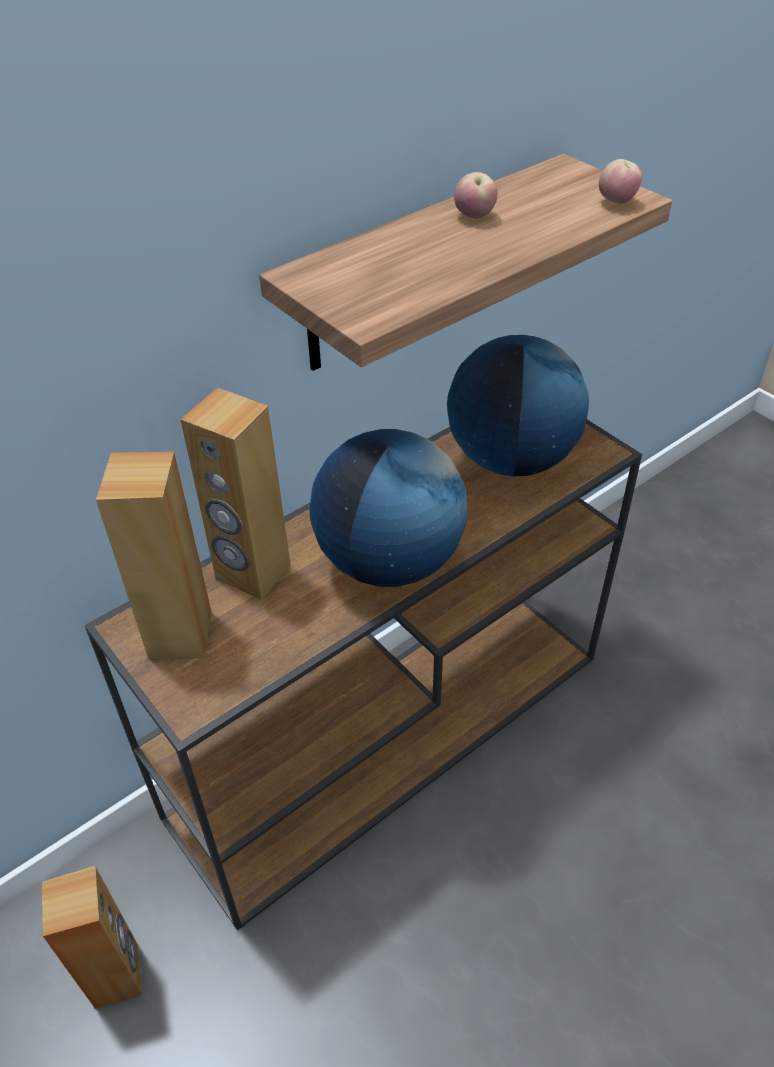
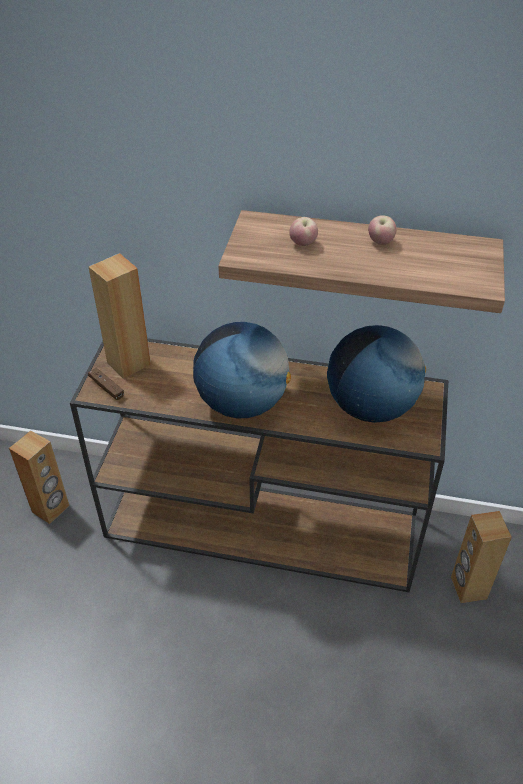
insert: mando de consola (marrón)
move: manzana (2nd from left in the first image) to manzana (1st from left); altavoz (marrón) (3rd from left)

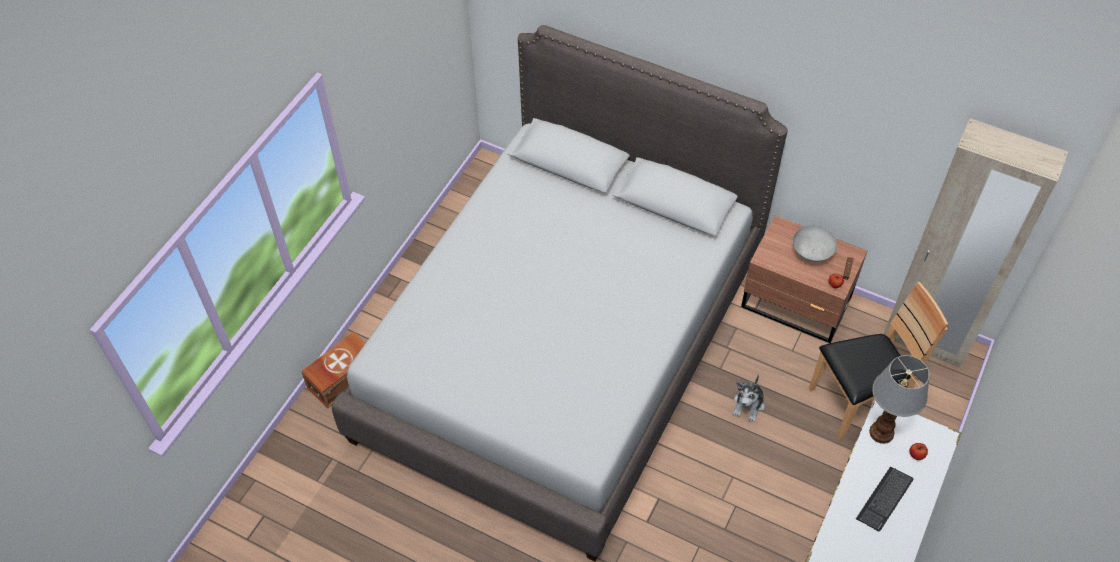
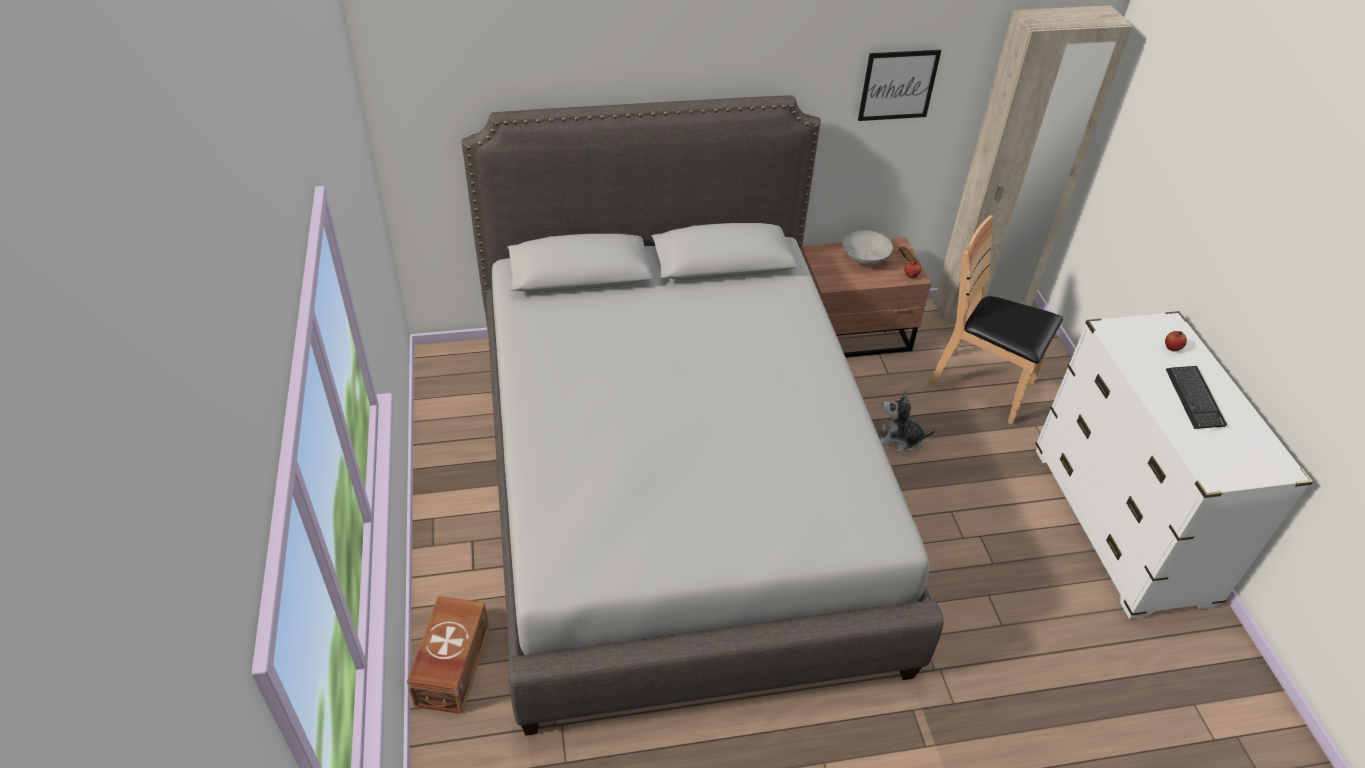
delete: lámpara de mesa
insert: cuadro
rotate: silla (marrón) 90 degrees counterclockwise; peluche 120 degrees clockwise

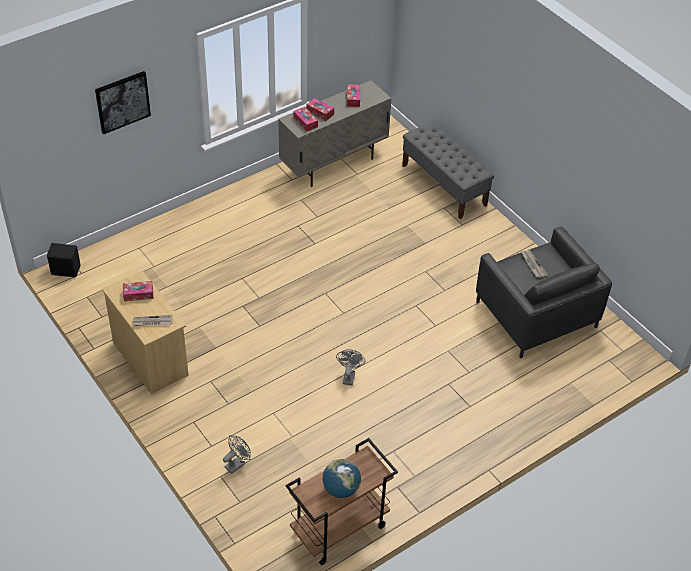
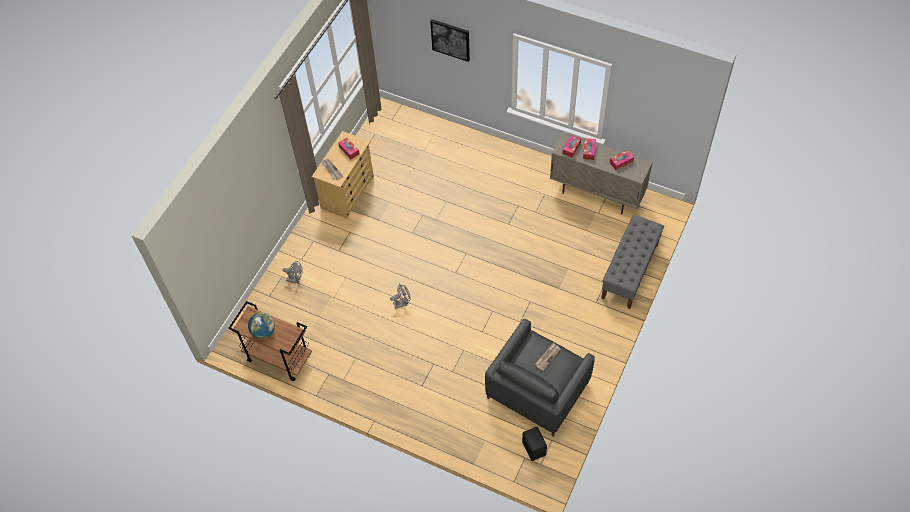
move: altavoz (negro)

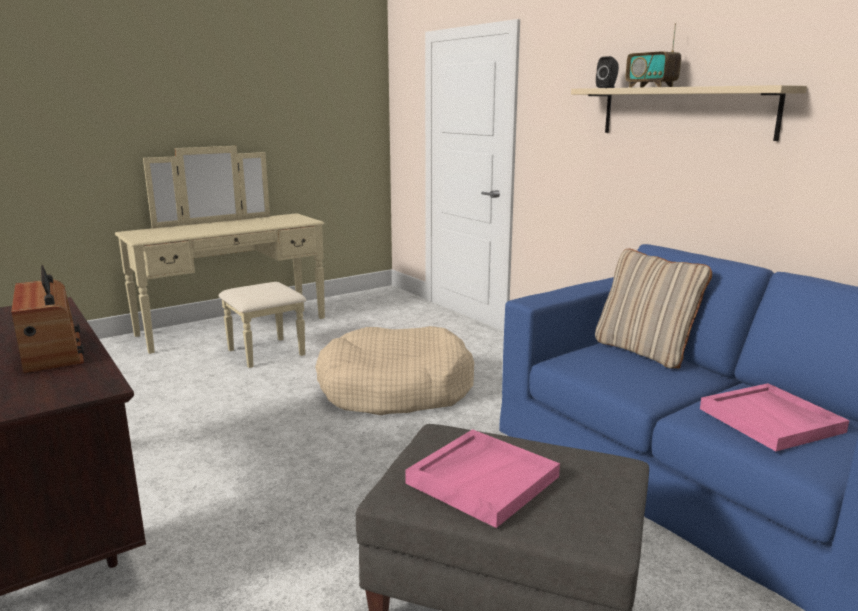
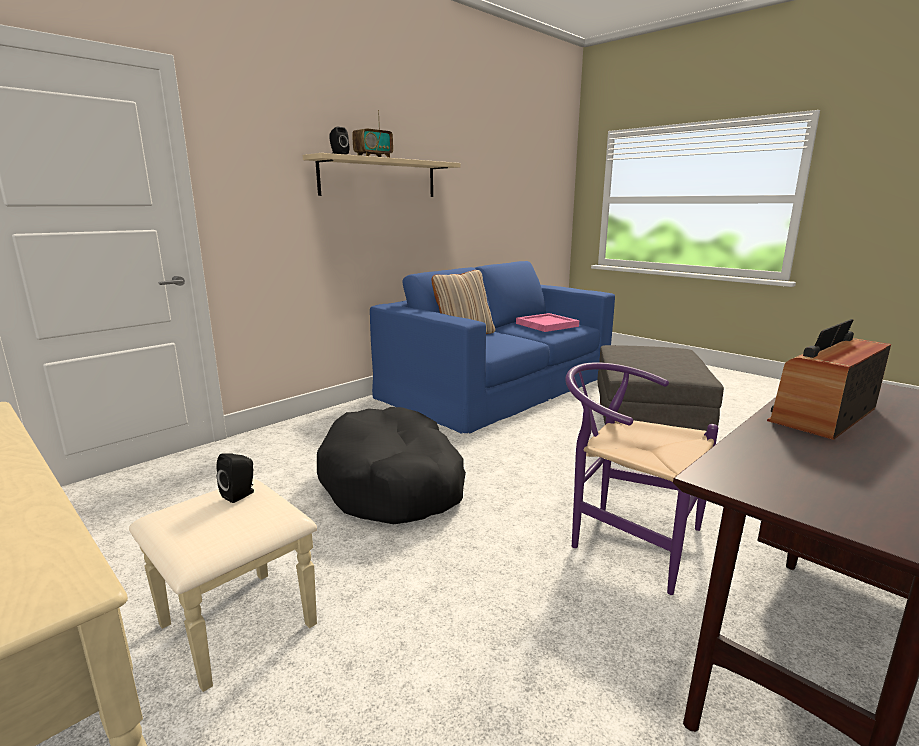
delete: bandeja (rosa) (1st from left)
insert: silla (morado); altavoz (negro) (1st from left)
recolor: cama para perro (beis) to cama para perro (negro)

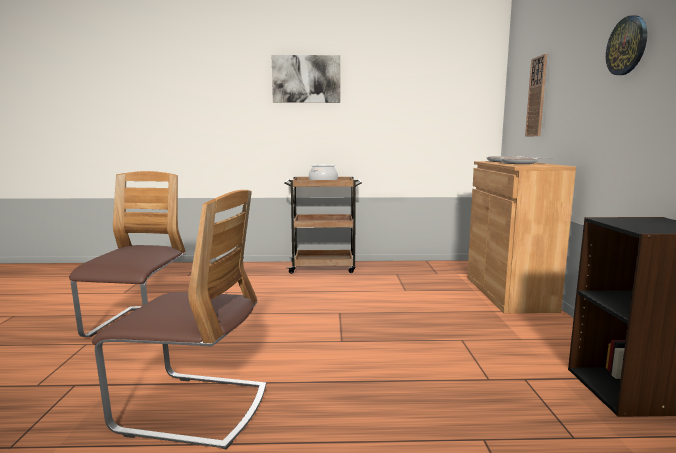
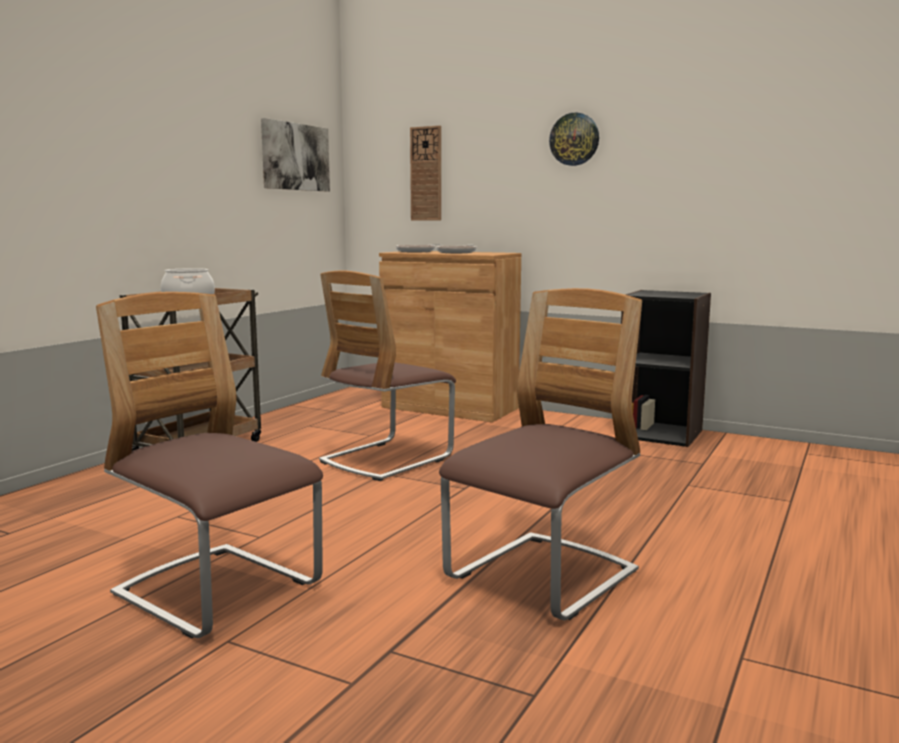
insert: silla (2nd from left)
move: cuadro

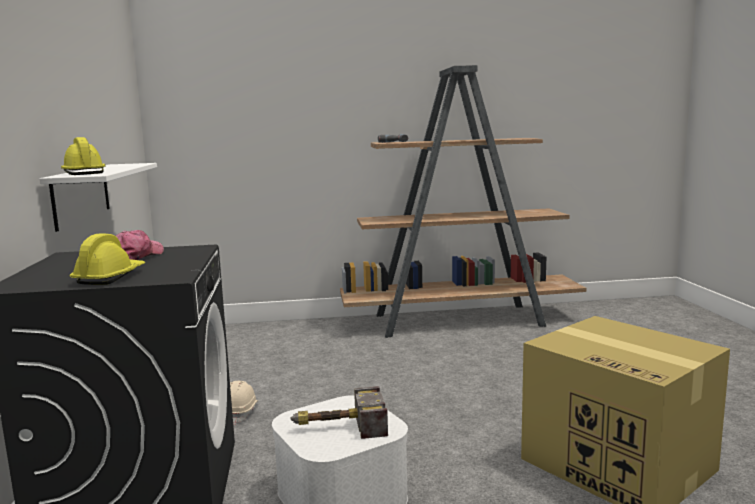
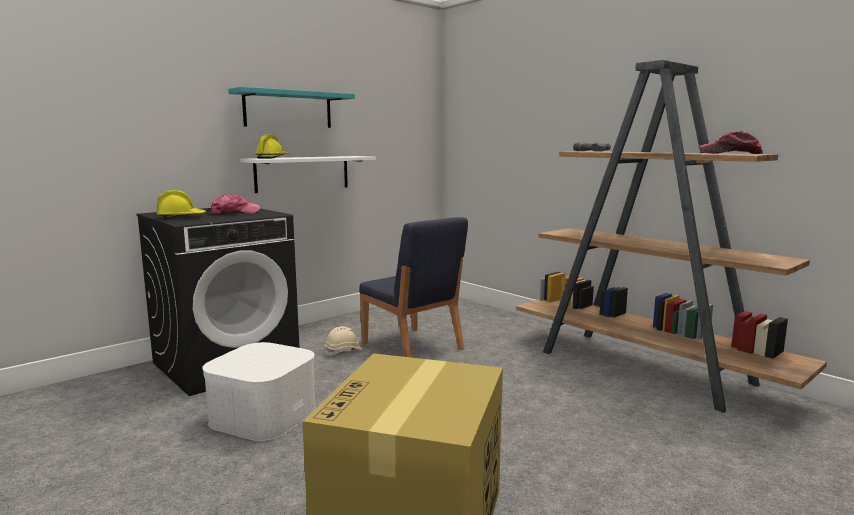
delete: martillo
insert: estante (turquesa); gorra (2nd from left); silla (azul)

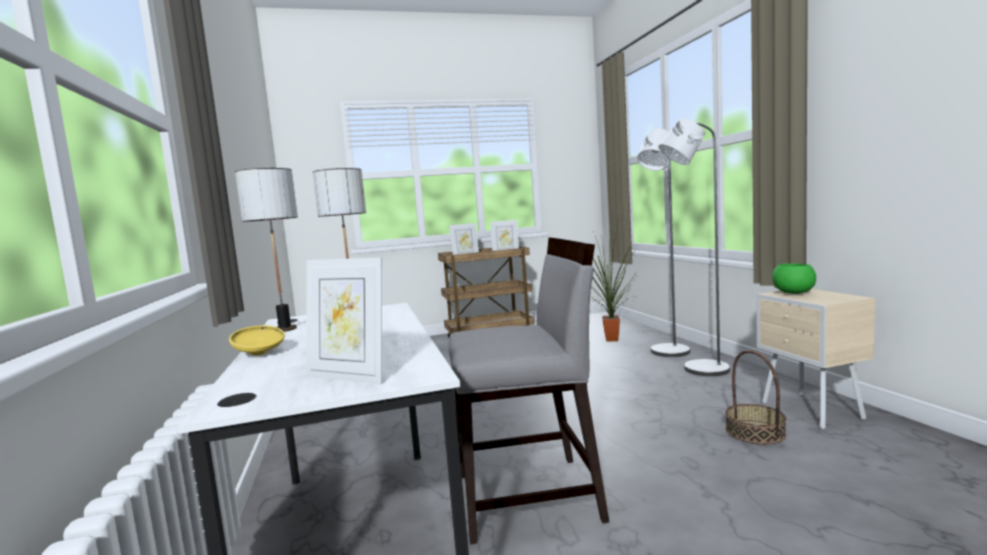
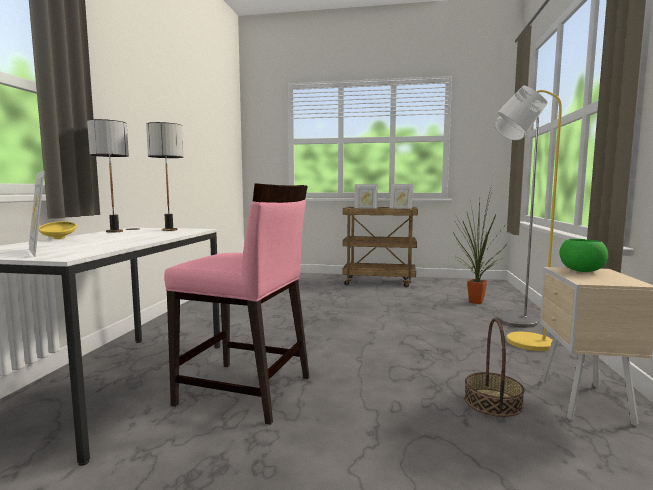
recolor: lámpara de pie (gris) (2nd from left) to lámpara de pie (amarillo); silla (gris) to silla (rosa)

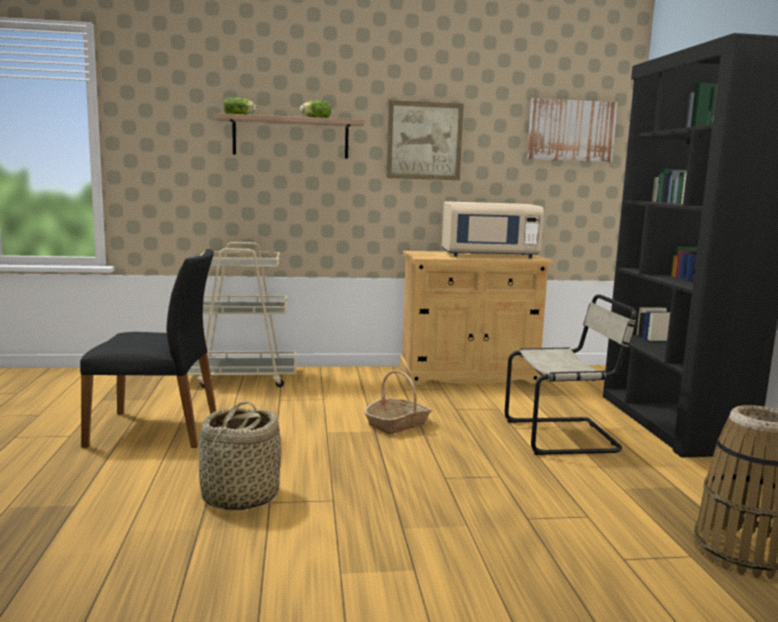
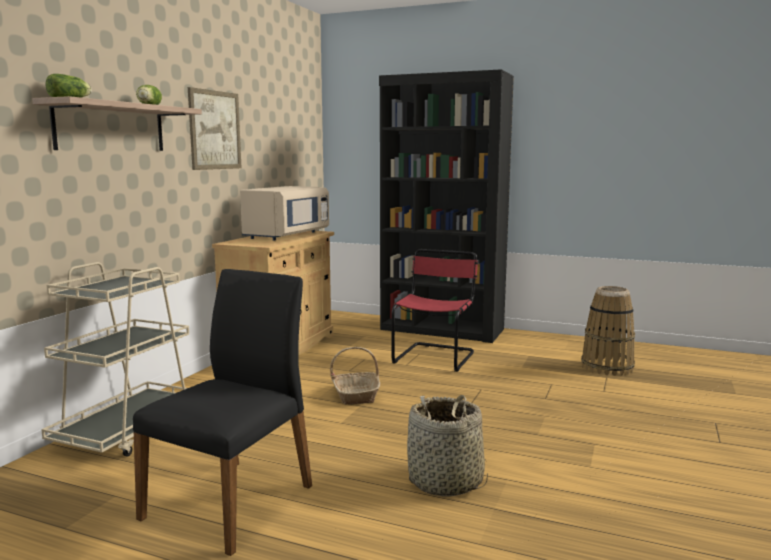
delete: cuadro (2nd from left)
recolor: silla (beis) to silla (rojo)

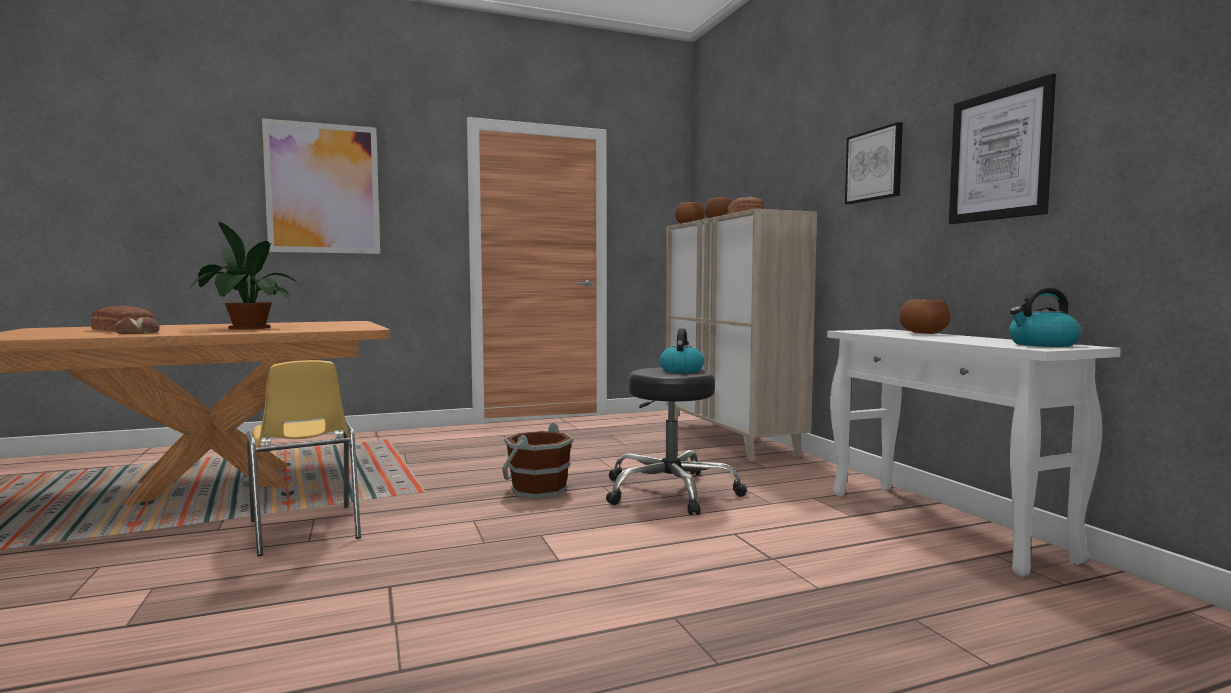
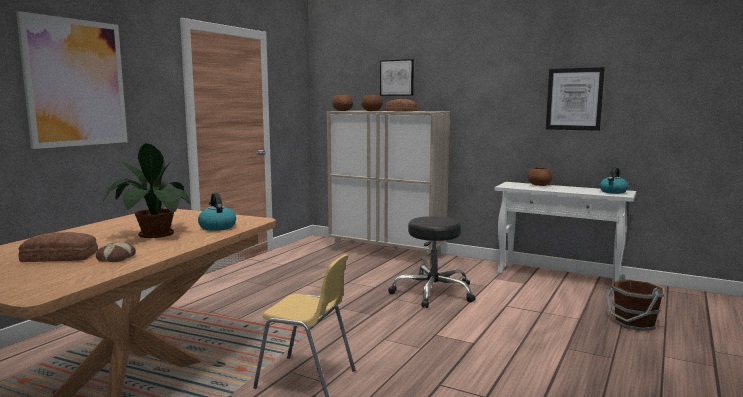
move: cuadro (2nd from left); hervidor (1st from left); cubo (marrón)

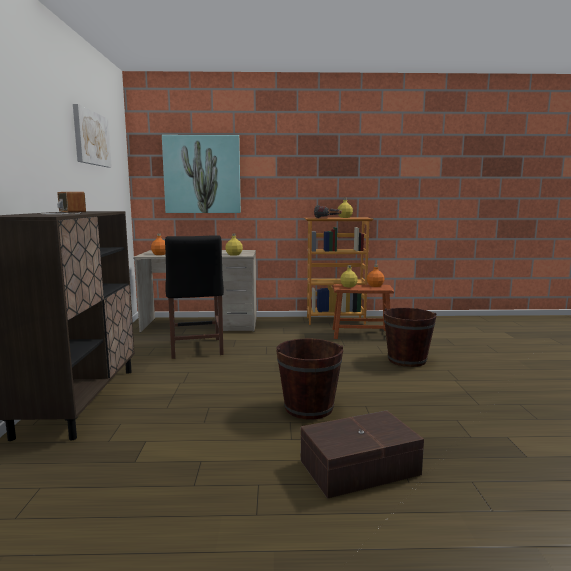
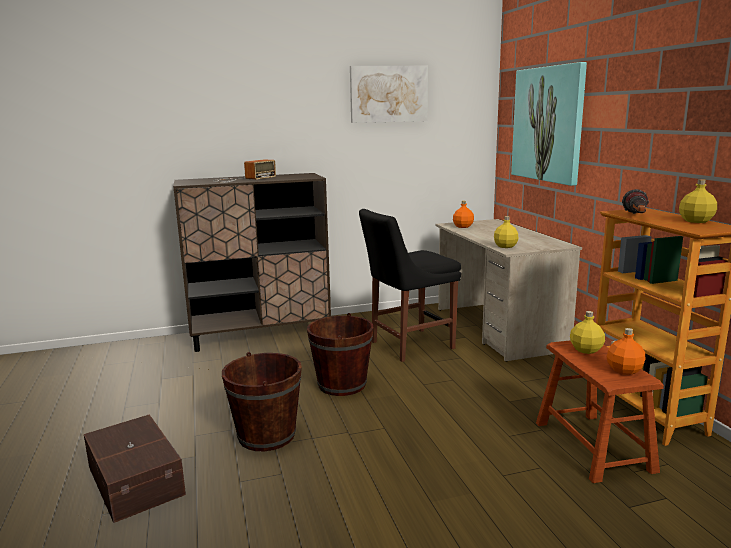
move: cubo (marrón) (2nd from left)

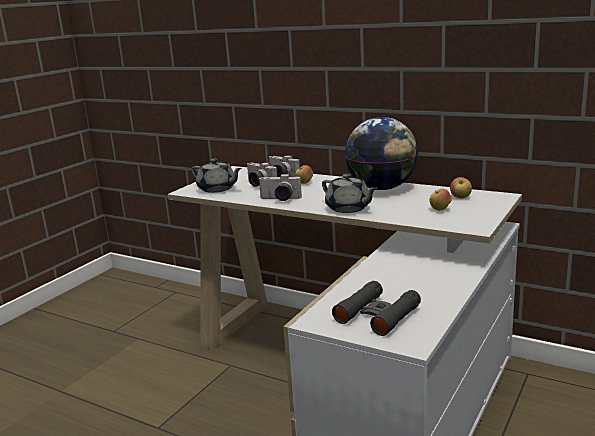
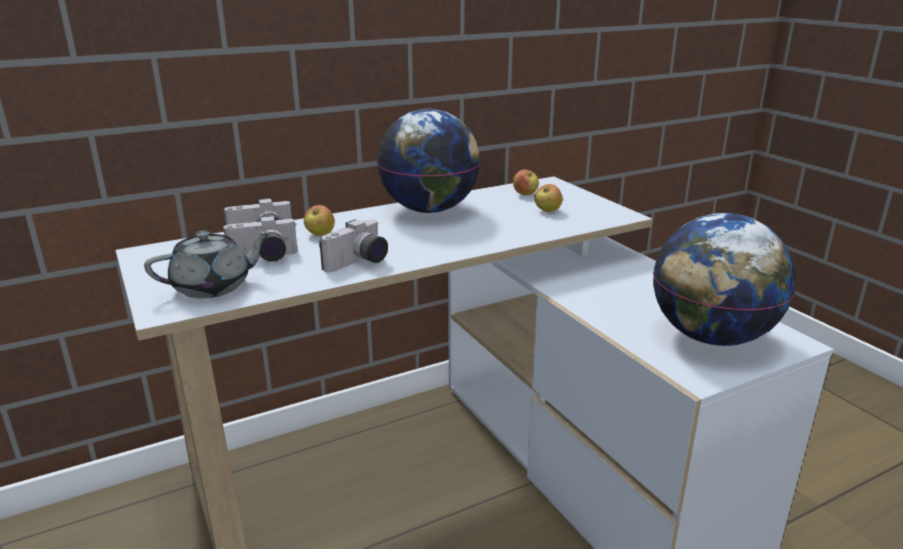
delete: tetera (gris) (2nd from left)
replace: prismáticos (negro) to globo terráqueo (2nd from left)

